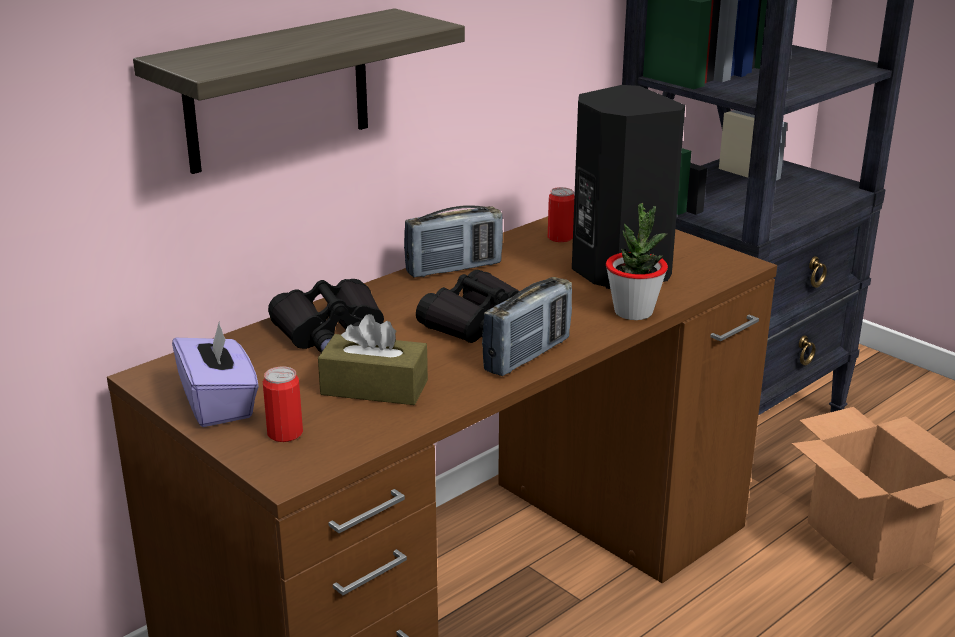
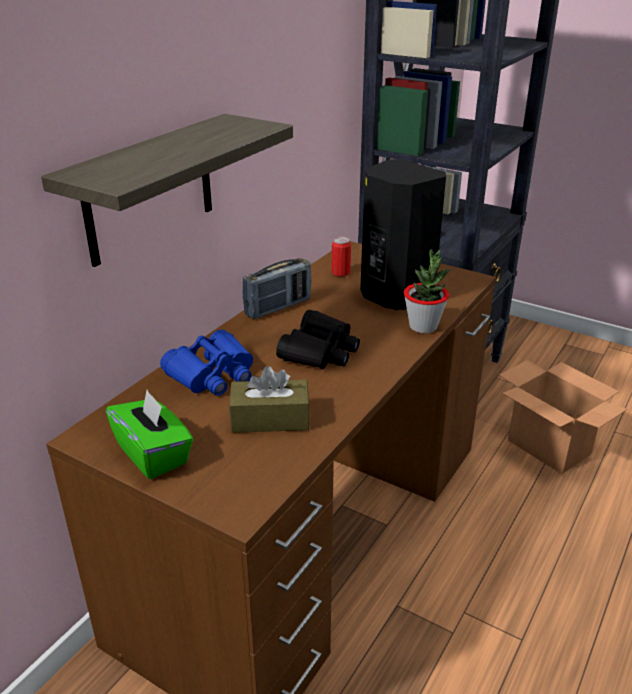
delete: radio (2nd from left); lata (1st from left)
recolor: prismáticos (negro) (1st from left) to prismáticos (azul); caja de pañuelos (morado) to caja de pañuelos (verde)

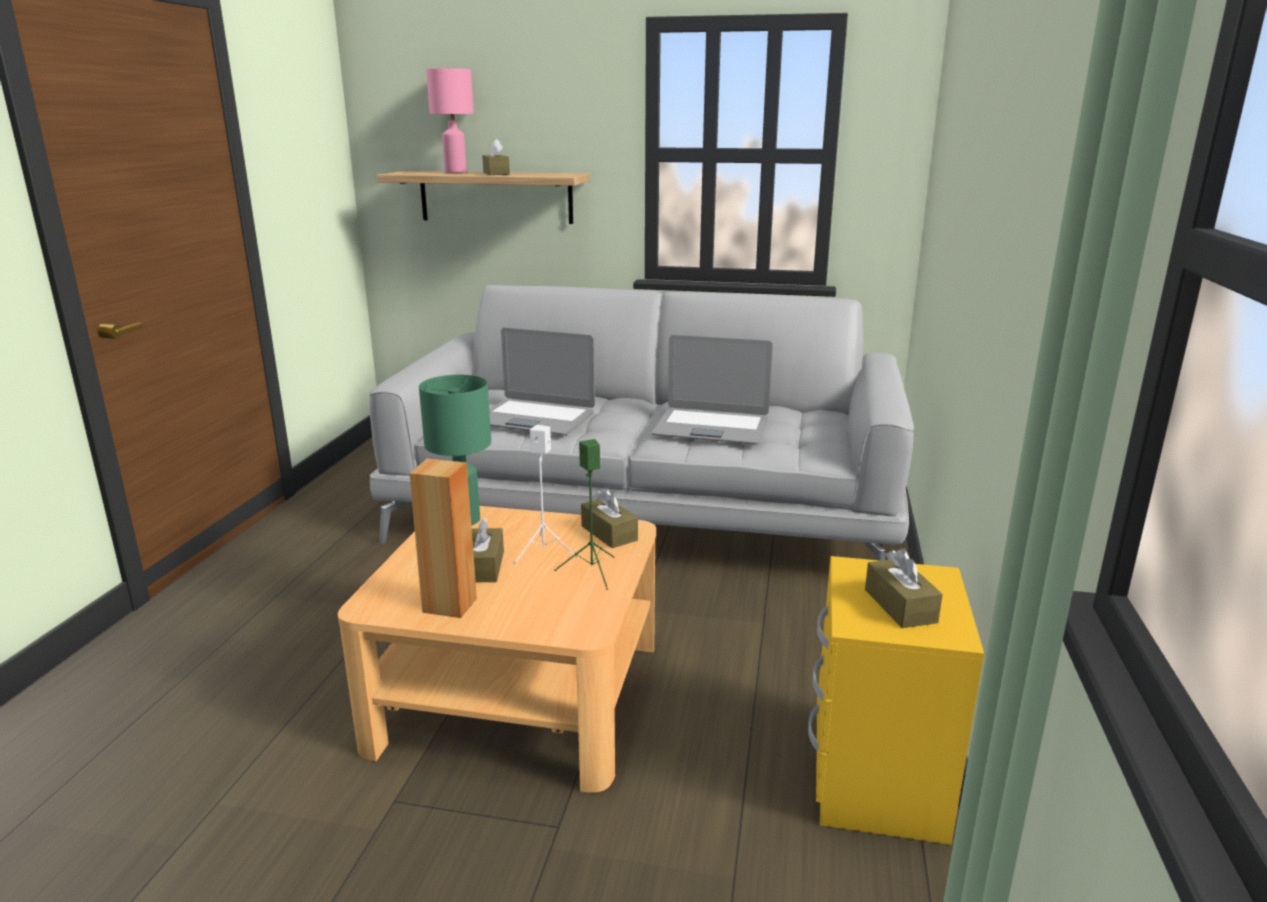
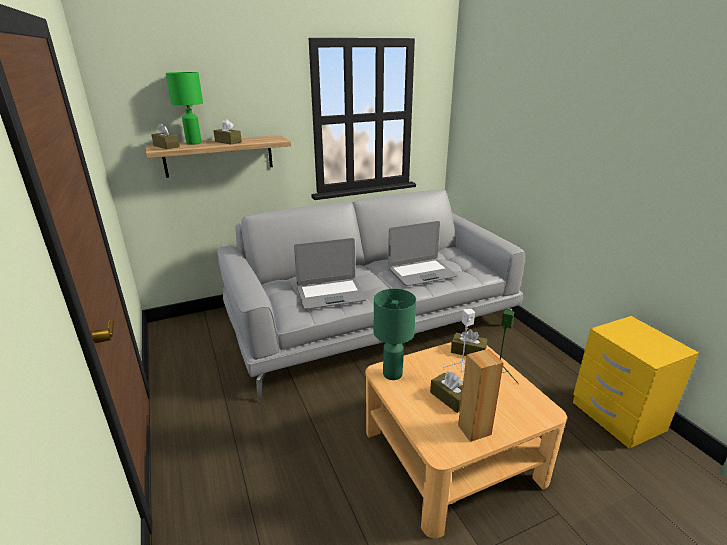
move: caja de pañuelos (marrón) (4th from left in the first image) to caja de pañuelos (marrón) (1st from left)
recolor: lámpara de mesa (rosa) to lámpara de mesa (verde) (1st from left)

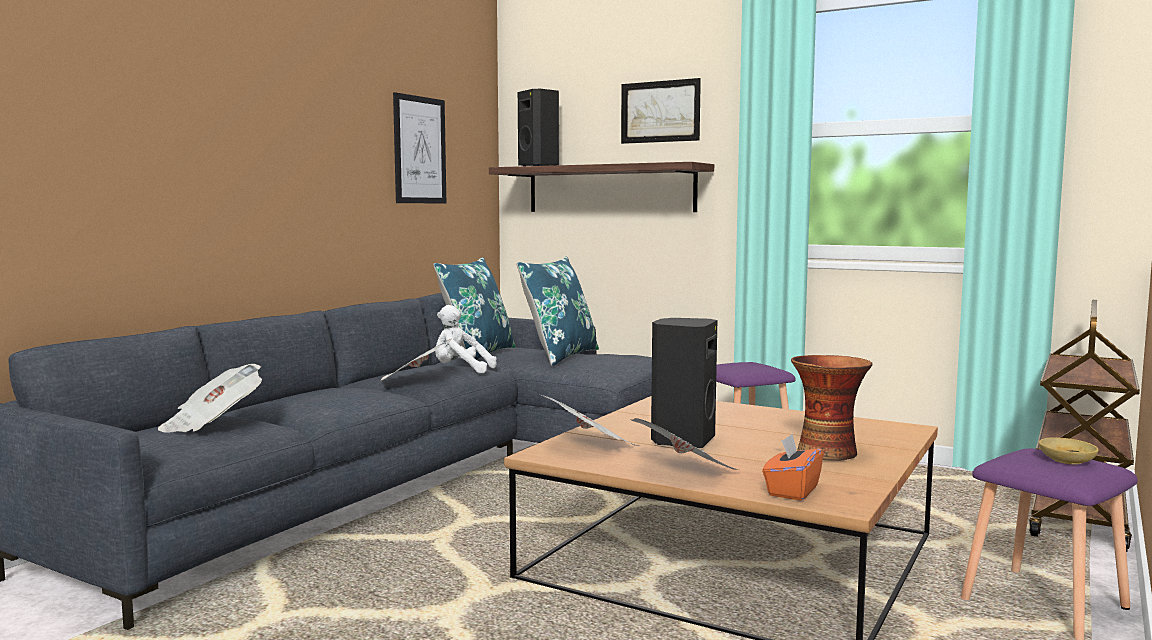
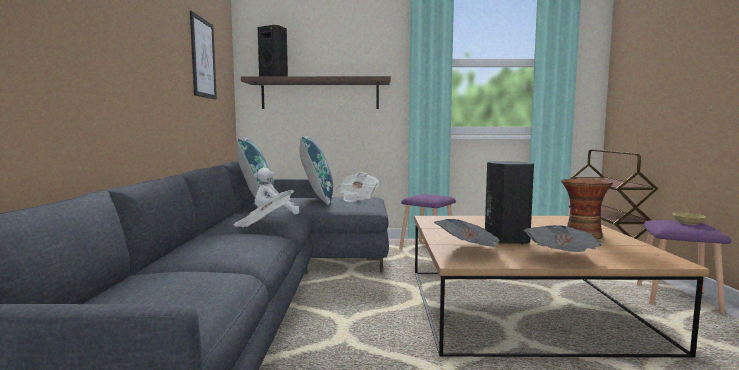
delete: cuadro (2nd from left); caja de pañuelos (naranja)
move: periódico (1st from left in the first image) to periódico (2nd from left)

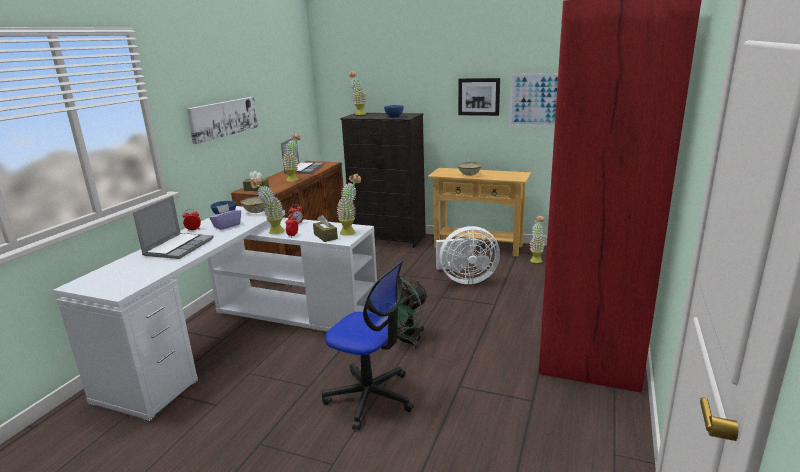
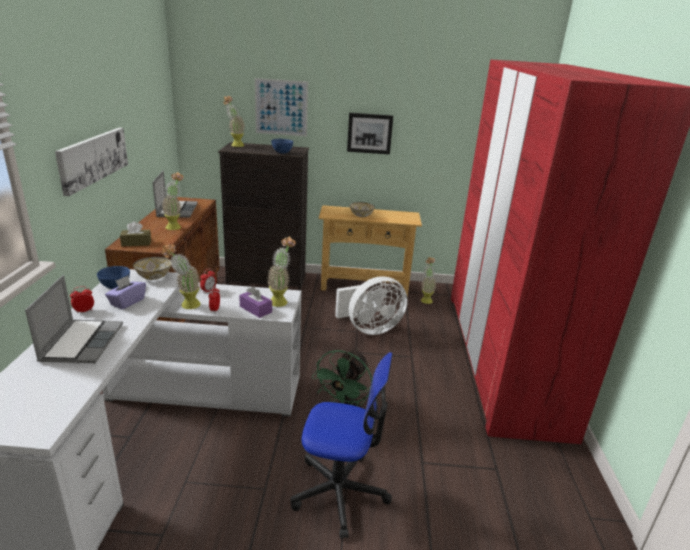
move: cuadro (3rd from left in the first image) to cuadro (2nd from left)
recolor: caja de pañuelos (marrón) (2nd from left) to caja de pañuelos (morado) (2nd from left)

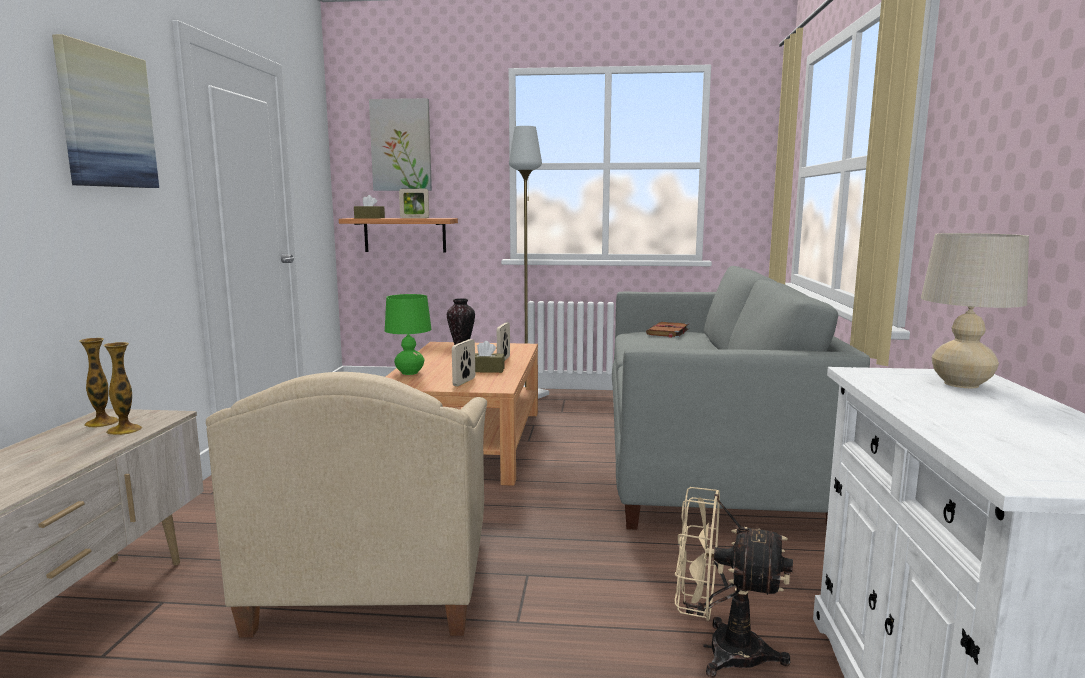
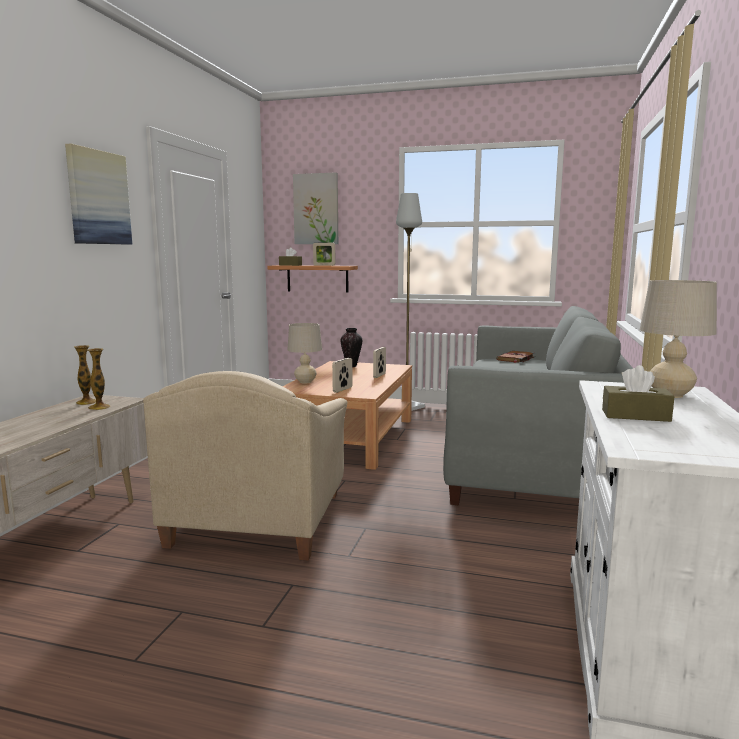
delete: ventilador (beis)
move: caja de pañuelos (marrón) (2nd from left)
recolor: lámpara de mesa (verde) to lámpara de mesa (beis) (1st from left)

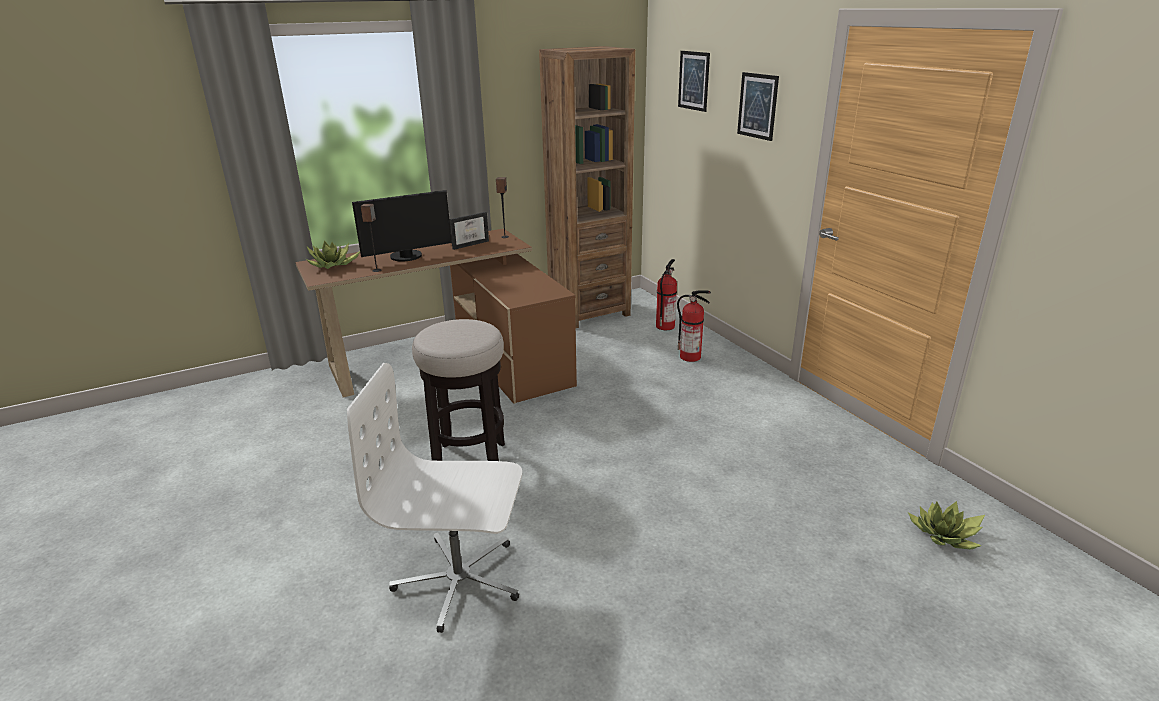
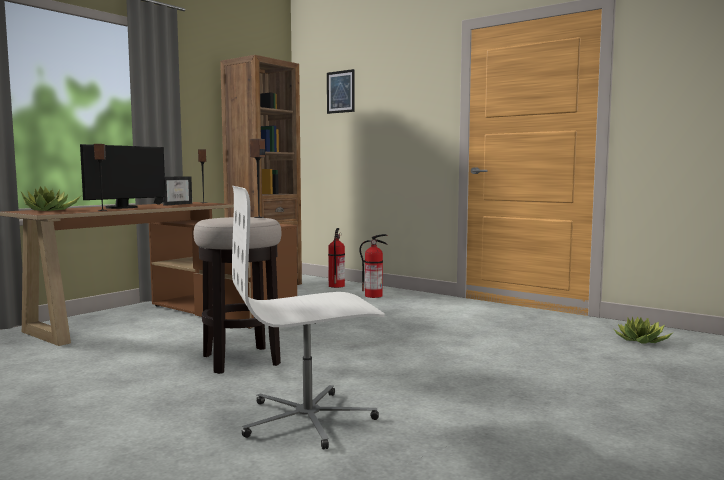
delete: cuadro (2nd from left)
insert: altavoz (3rd from left)

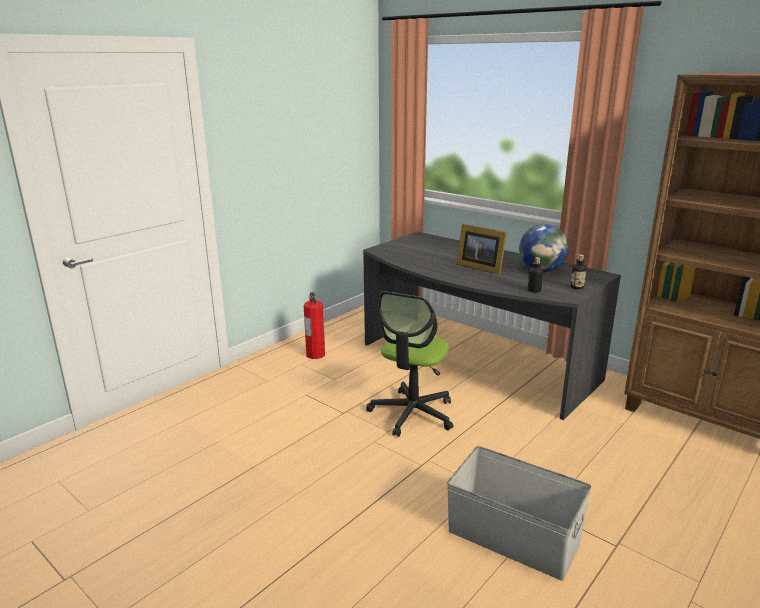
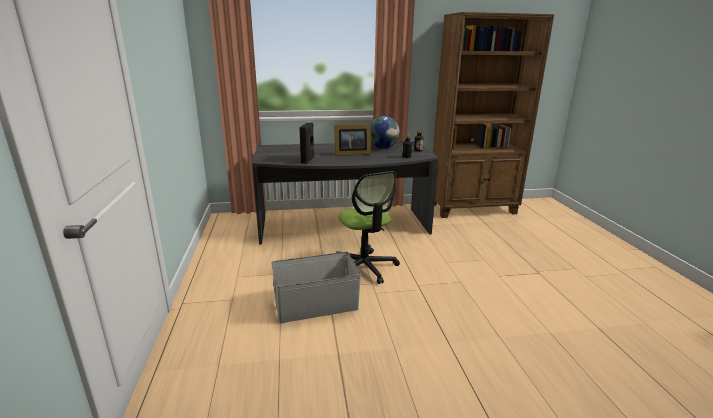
delete: extintor
insert: altavoz (negro)
move: caja de almacenaje (gris)

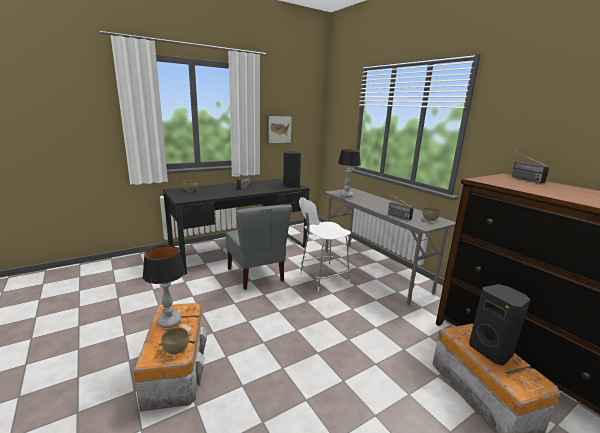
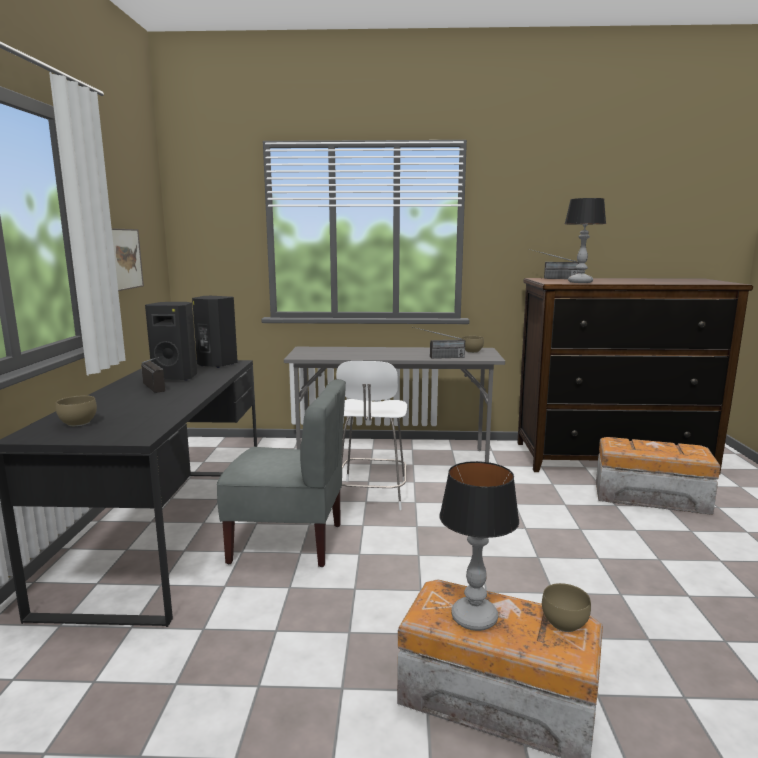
move: lámpara de mesa (2nd from left); altavoz (negro) (2nd from left in the first image) to altavoz (negro) (1st from left)

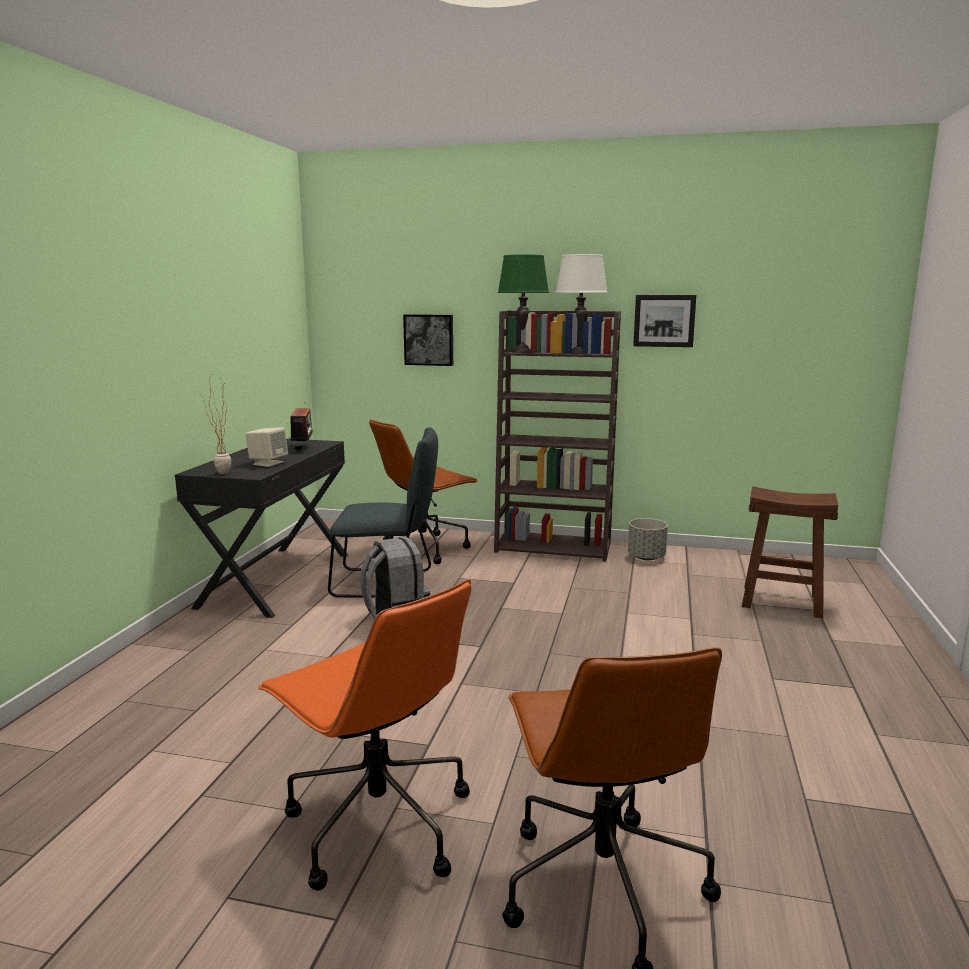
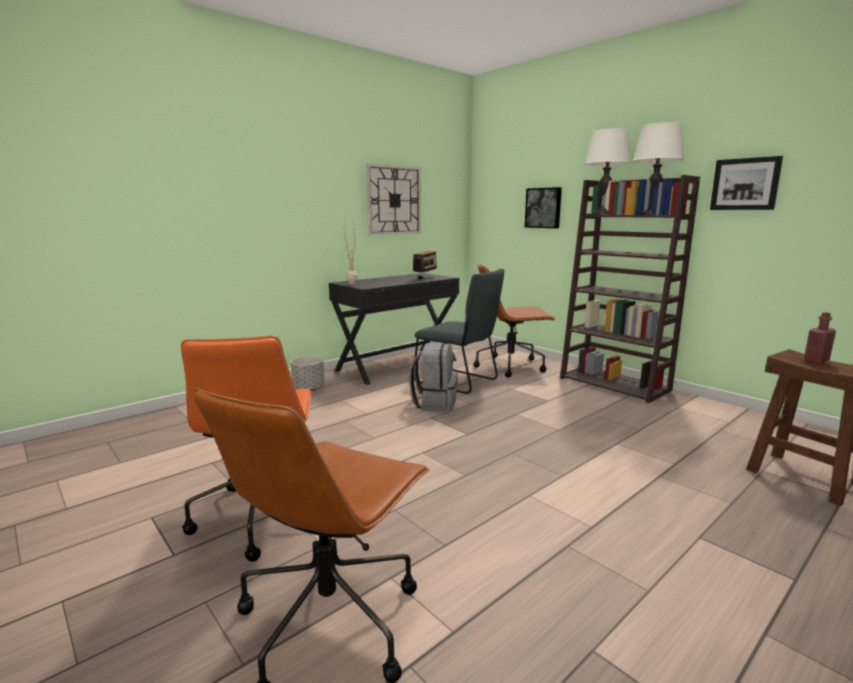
delete: altavoz (beis)
insert: reloj de pared; botella (rojo)
move: maceta (gris)
recolor: lámpara de mesa (verde) to lámpara de mesa (blanco) (1st from left)

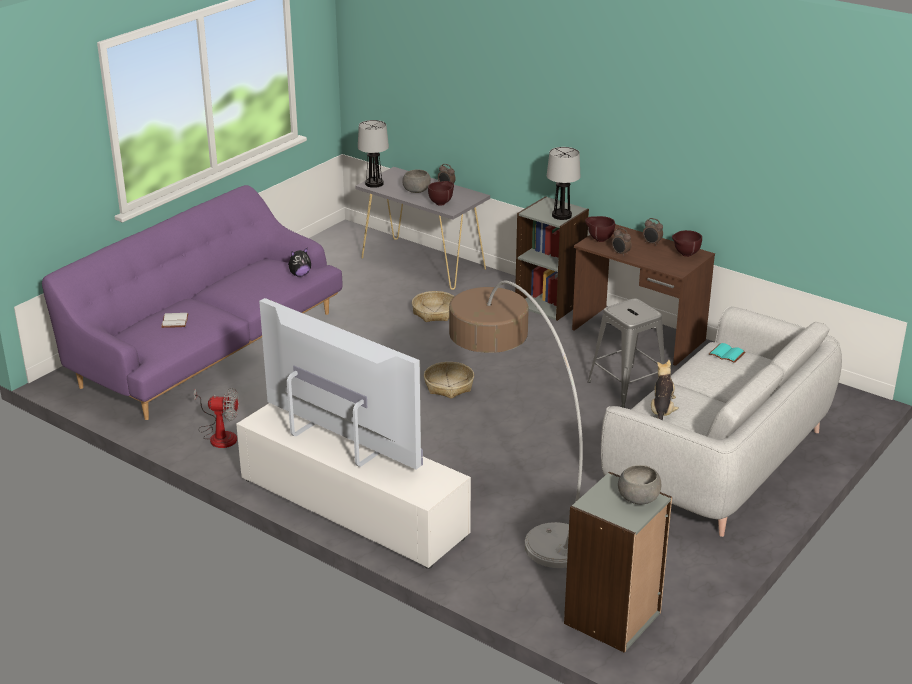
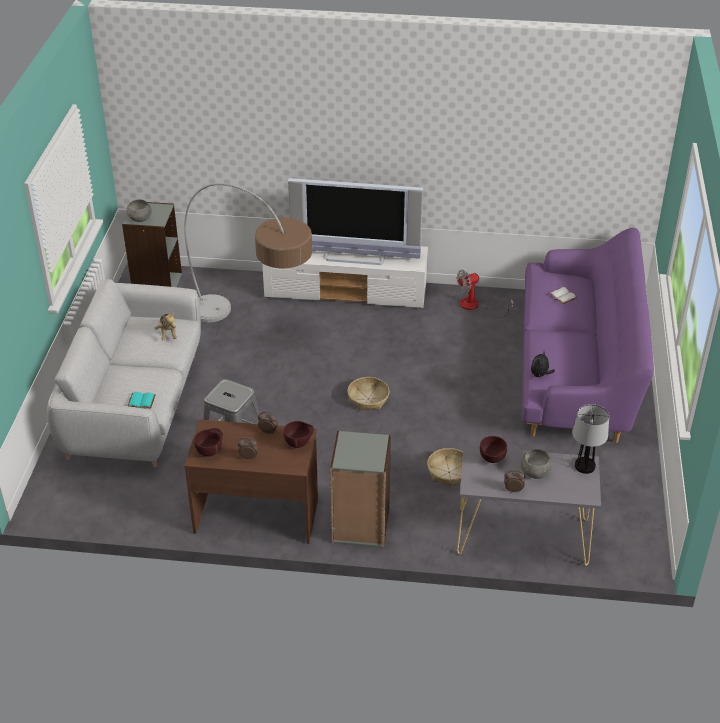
delete: lámpara de mesa (2nd from left)

